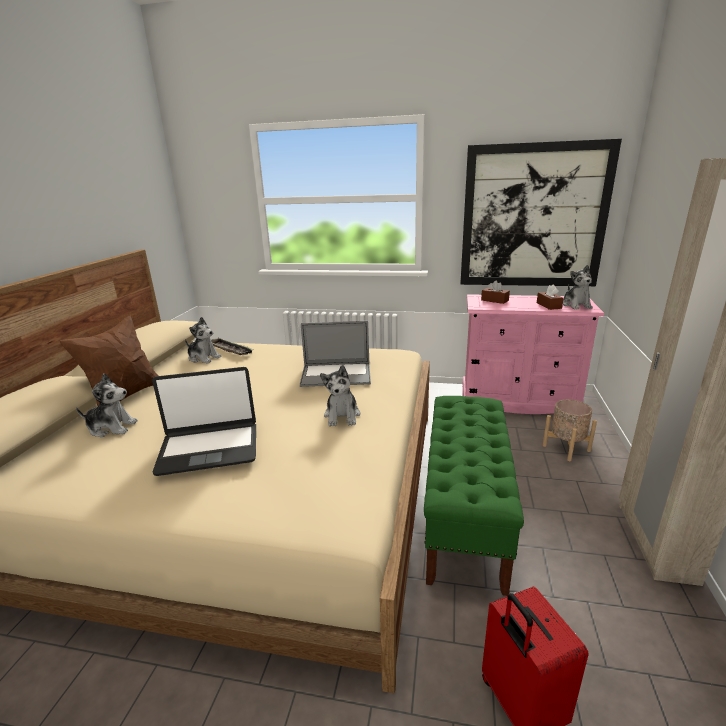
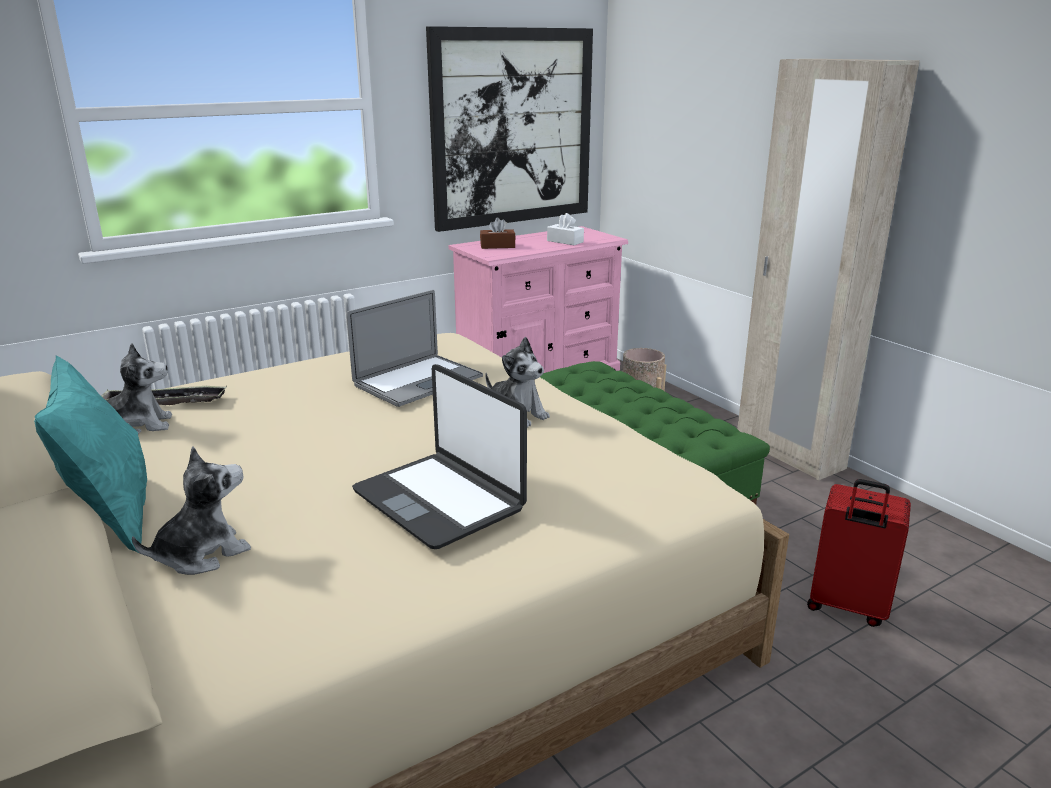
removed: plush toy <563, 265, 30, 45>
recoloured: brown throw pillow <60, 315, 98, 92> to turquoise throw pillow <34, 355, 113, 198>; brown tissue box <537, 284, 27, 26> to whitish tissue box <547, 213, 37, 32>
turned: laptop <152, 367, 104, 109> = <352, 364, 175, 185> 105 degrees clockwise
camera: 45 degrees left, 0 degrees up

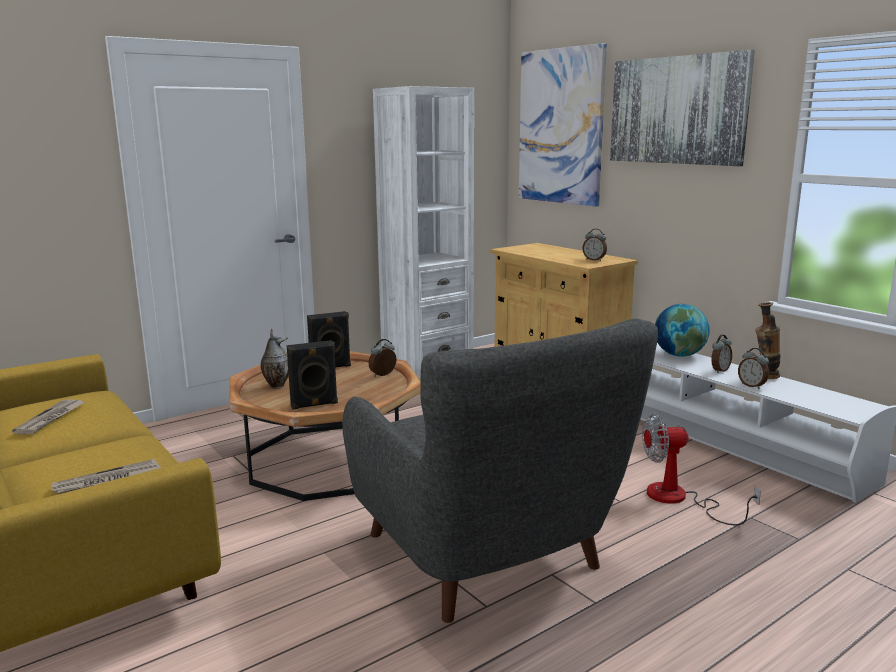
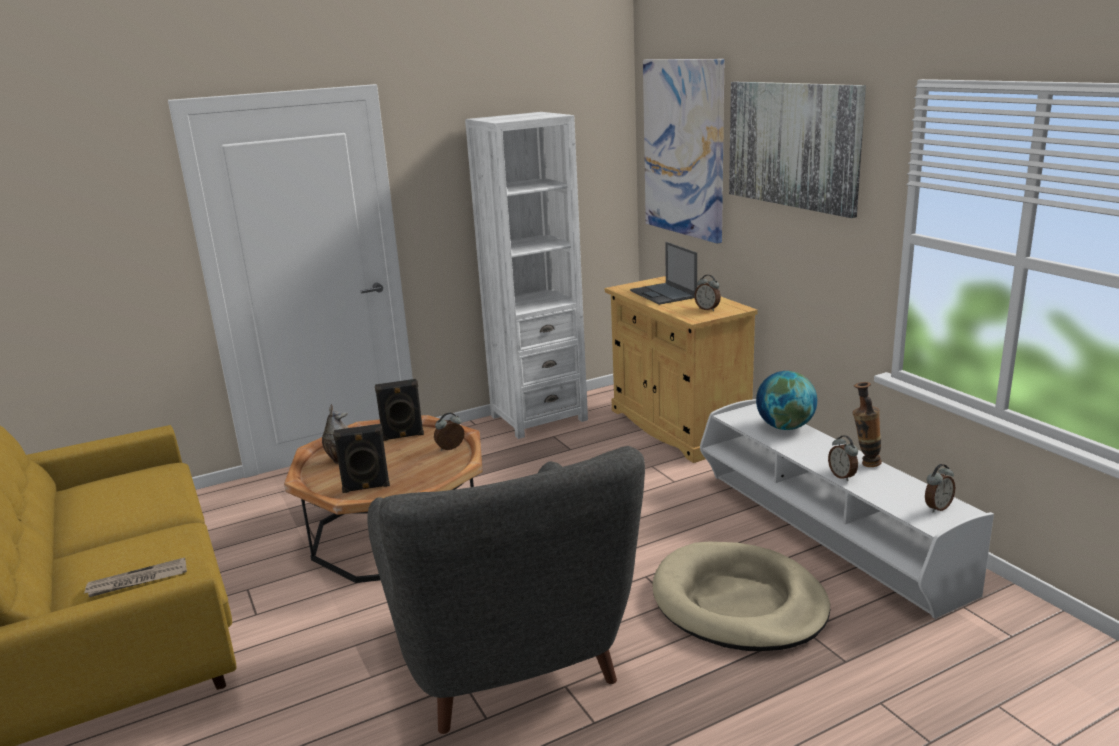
removed: newspaper <12, 399, 73, 35>
added: laptop <630, 242, 67, 63>
moved: table clock <711, 335, 21, 38> to <925, 464, 30, 49>
replaced: electric fan <642, 414, 119, 111> to beige pet bed <652, 542, 178, 109>
camera: 10 degrees right, 5 degrees up

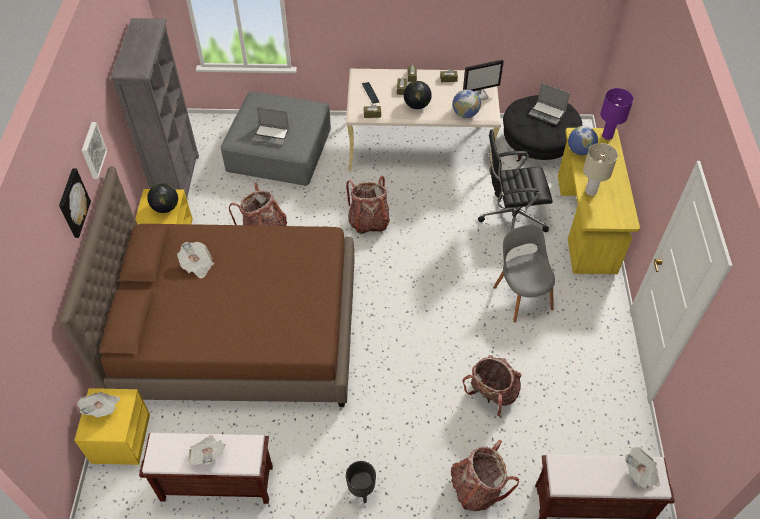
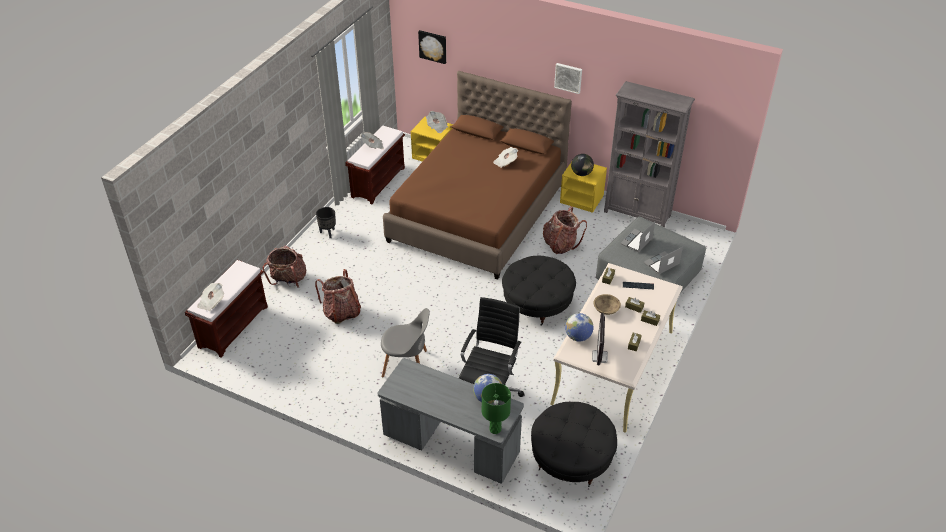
removed: beige lamp for a table <583, 143, 35, 53>
moved: wall picture <59, 168, 32, 70> to <418, 30, 28, 34>; laptop <529, 83, 41, 42> to <644, 247, 39, 28>
replaced: knapsack <346, 176, 44, 58> to blackish ottoman <502, 256, 74, 70>; globe <404, 81, 28, 28> to beige deep dish <593, 294, 28, 21>
recoloured: yellow desk table <558, 128, 82, 146> to greyish desk table <378, 358, 146, 126>; purple-coloured lamp for a table <600, 88, 34, 52> to green lamp for a table <482, 383, 29, 51>
camera: 115 degrees right, 10 degrees down

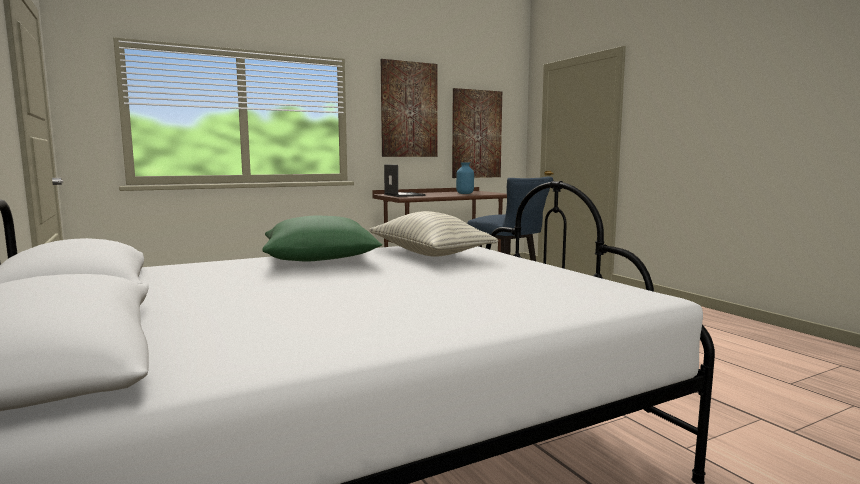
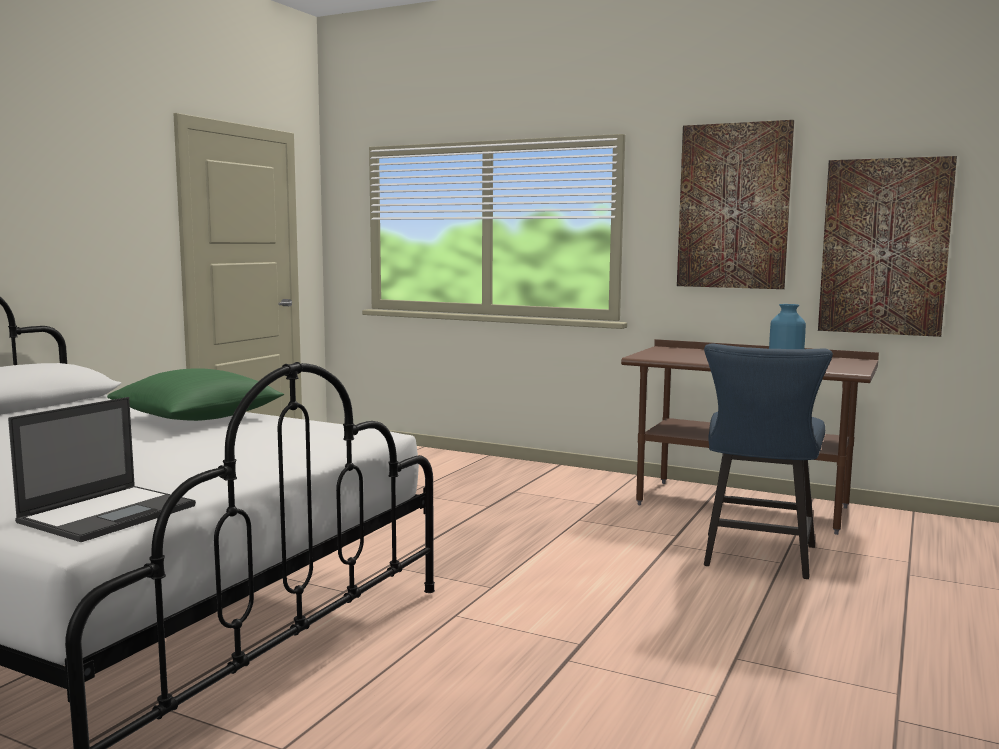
removed: throw pillow <369, 211, 129, 46>
moved: laptop <384, 164, 42, 33> to <8, 397, 188, 145>
camera: 55 degrees right, 0 degrees up

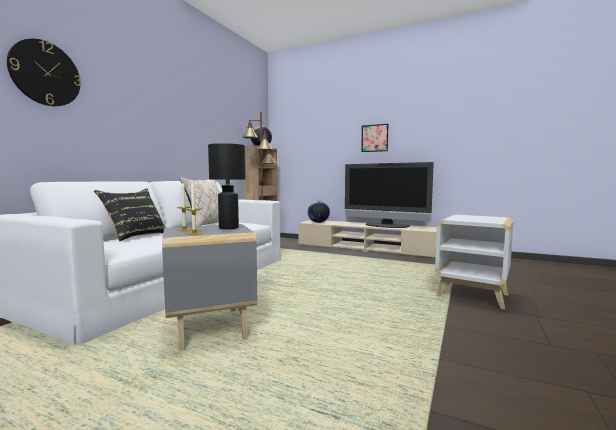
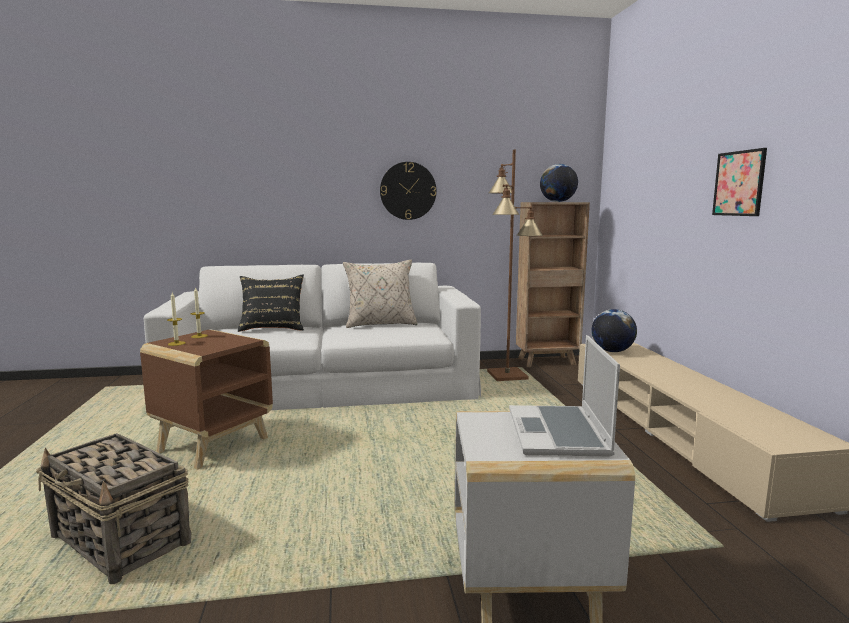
removed: blackish lamp for a table <208, 143, 38, 86>; TV set <345, 162, 89, 66>
added: household basket <36, 433, 155, 151>; laptop <509, 335, 111, 122>
moved: clock on the wall <7, 39, 74, 67> to <380, 162, 56, 58>
recoloured: greyish end table <162, 224, 95, 127> to brown end table <140, 330, 133, 140>
camera: 55 degrees right, 5 degrees up

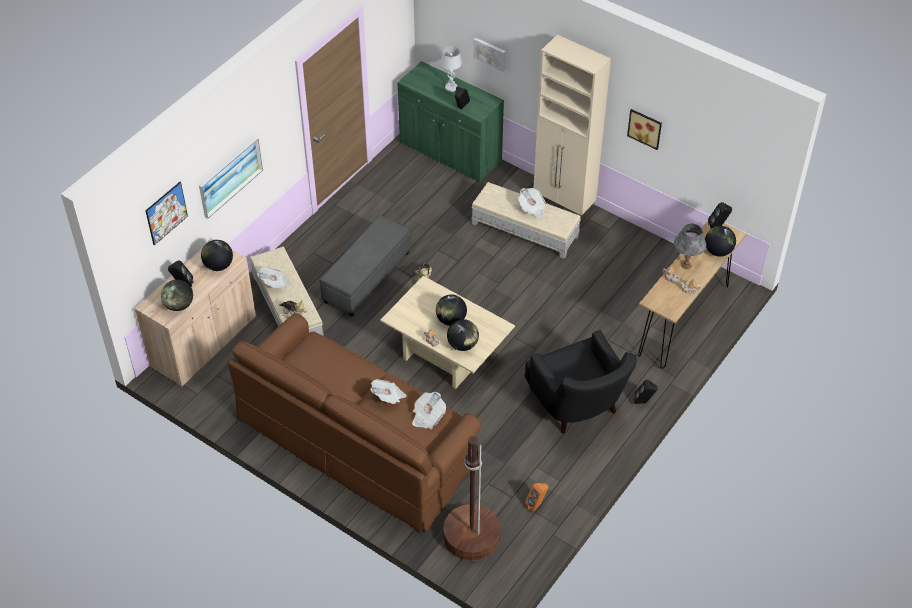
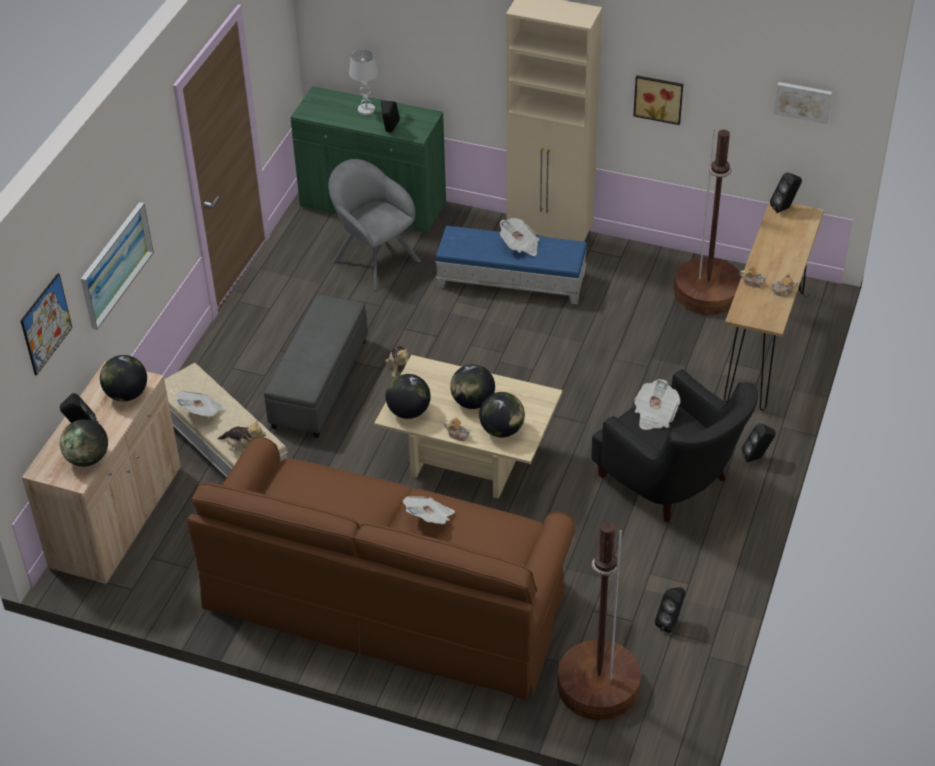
removed: greyish lamp for a table <674, 224, 32, 45>
added: greyish lounge chair <328, 159, 93, 132>; brown standard lamp <674, 130, 67, 185>
moved: newspaper <412, 392, 34, 37> to <634, 379, 46, 51>; wall picture <473, 38, 33, 34> to <774, 82, 58, 42>; globe <705, 226, 31, 31> to <386, 374, 45, 45>
recoloured: beige ottoman <471, 182, 110, 77> to blue-coloured ottoman <435, 226, 152, 79>; orange-coloured audio speaker <525, 483, 23, 29> to blackish audio speaker <655, 587, 30, 46>
camera: 15 degrees left, 5 degrees down

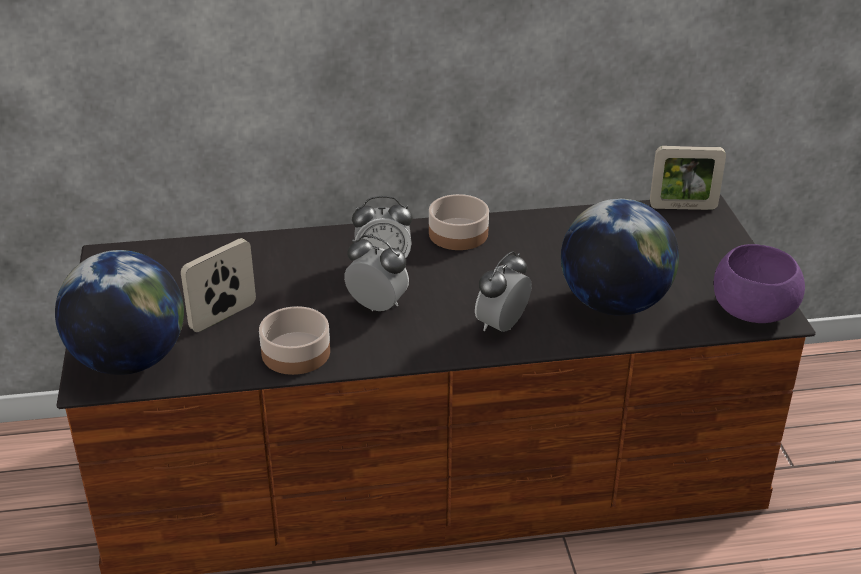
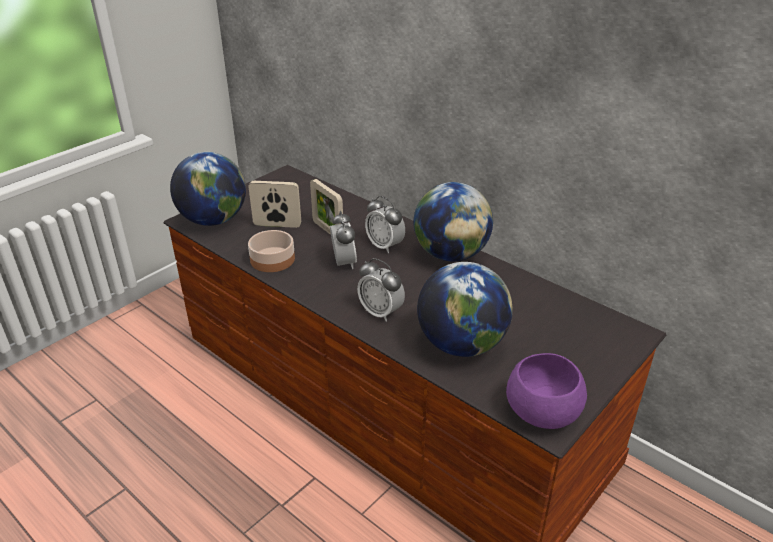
moved: standing frame <650, 146, 76, 64> to <310, 179, 33, 56>
replaced: deep dish <429, 194, 60, 56> to globe <413, 182, 80, 80>
turned: table clock <475, 251, 57, 81> = <357, 258, 48, 64> 135 degrees counterclockwise
camera: 50 degrees right, 0 degrees up

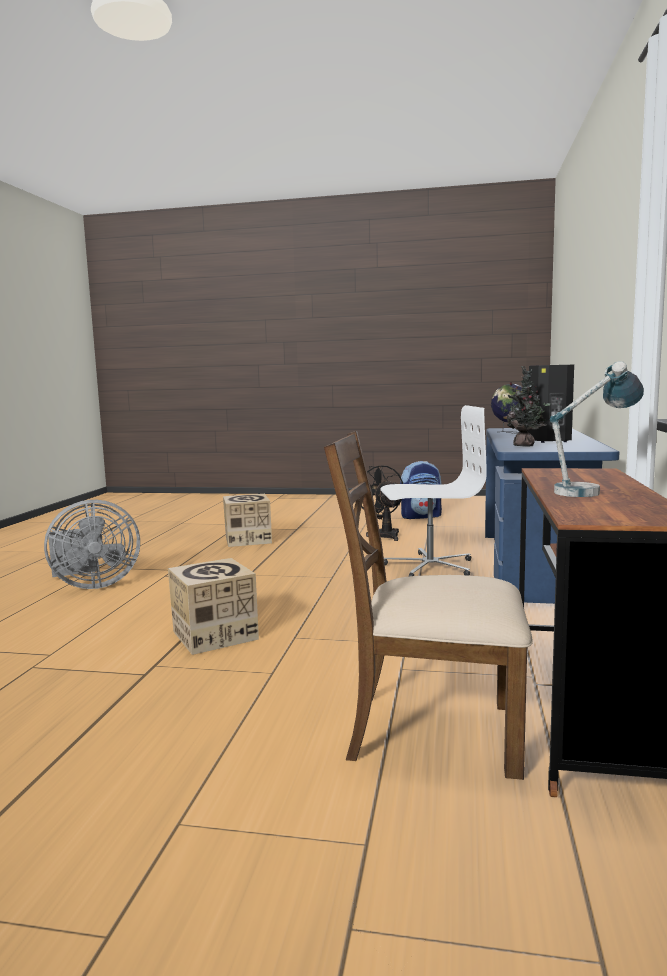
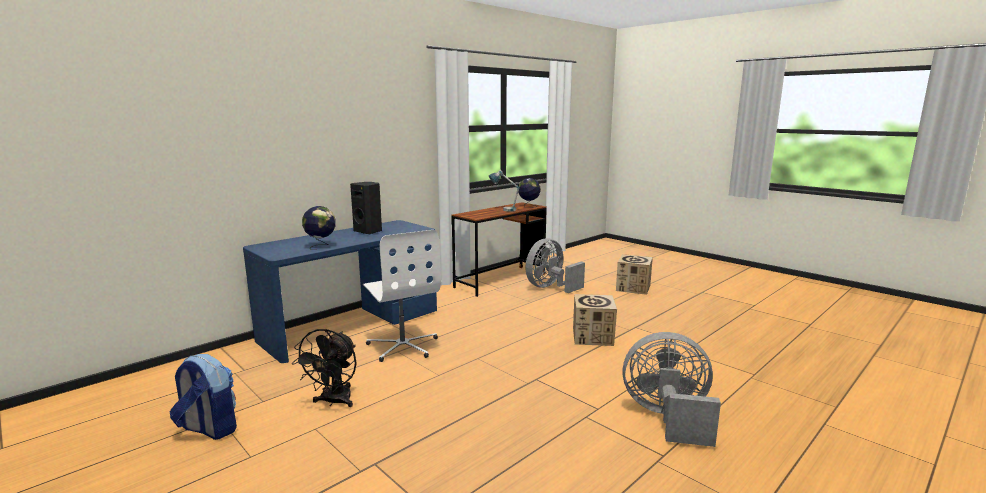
removed: plant in a pot <507, 366, 43, 81>
added: globe <518, 178, 23, 30>
moved: carton <223, 494, 49, 53> to <616, 254, 37, 41>
replaced: brown upright chair <324, 431, 209, 349> to greyish electric fan <525, 238, 60, 55>
turned: whitish computer chair <381, 405, 106, 171> = <363, 230, 78, 132> 150 degrees counterclockwise
camera: 145 degrees left, 5 degrees up

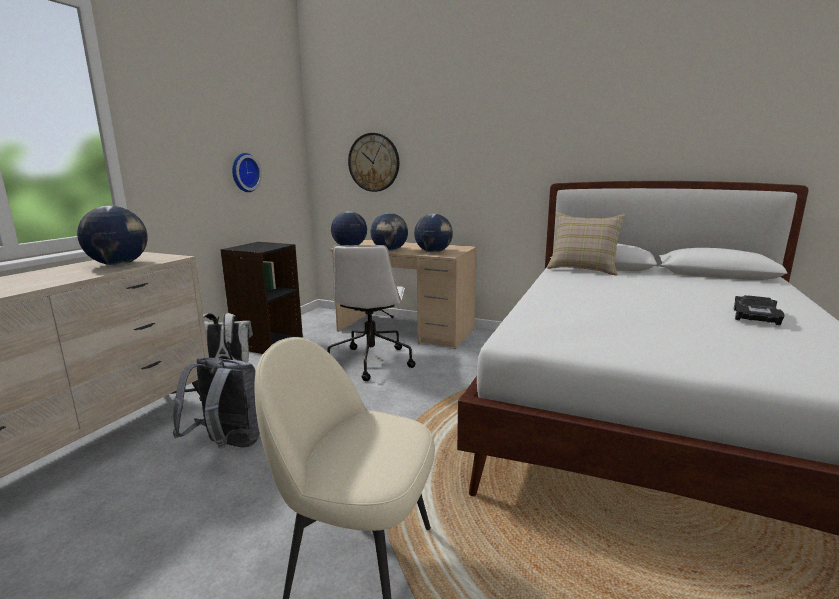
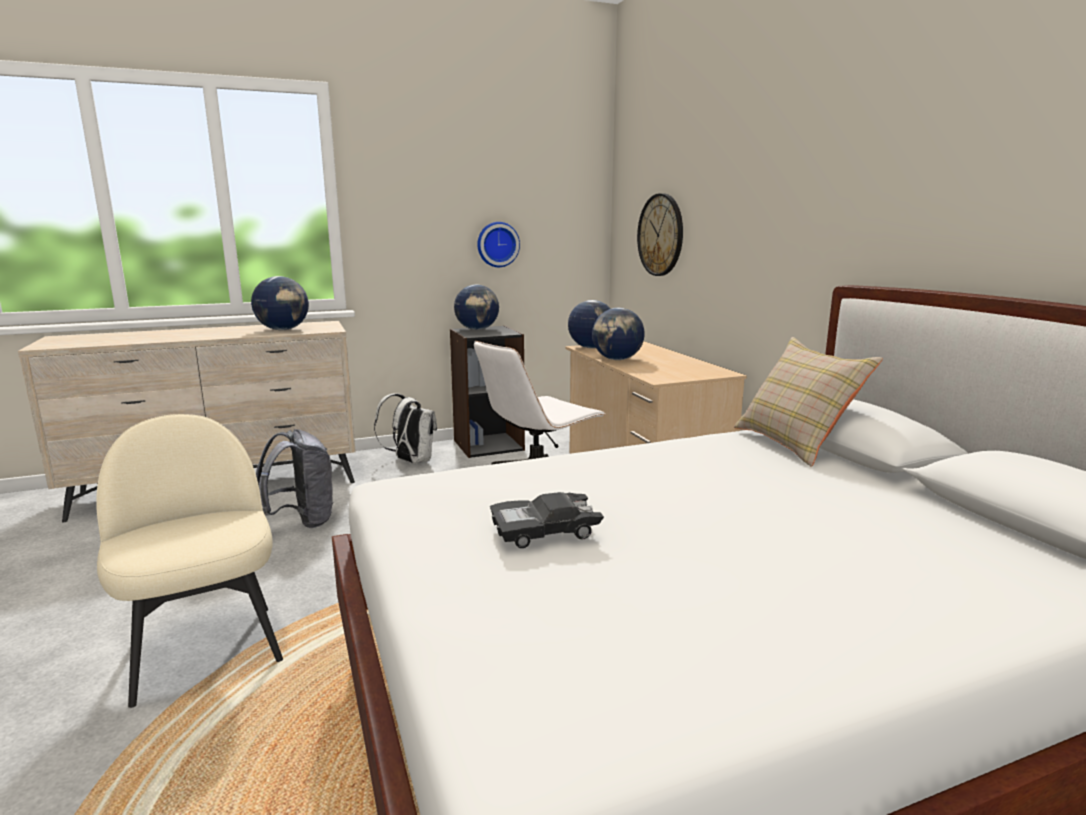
moved: globe <414, 214, 39, 39> to <454, 285, 45, 45>; blackish miniature car <734, 295, 51, 30> to <490, 492, 114, 56>
camera: 45 degrees right, 0 degrees up

